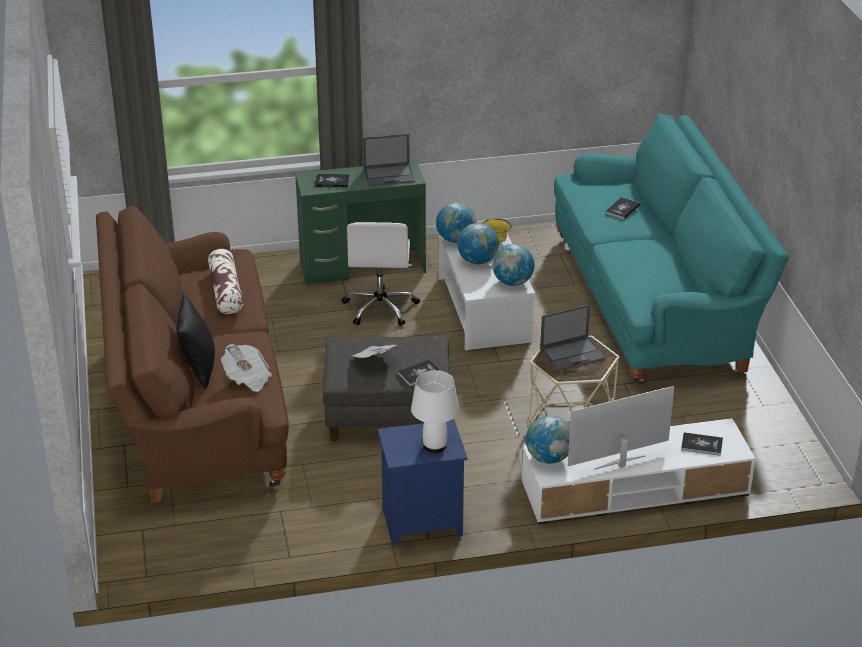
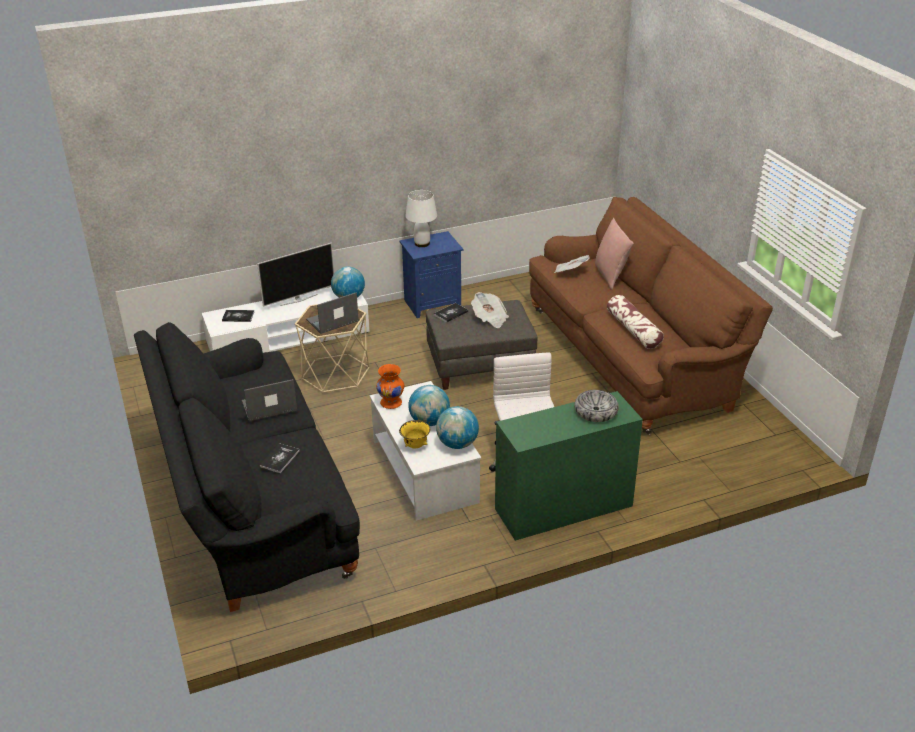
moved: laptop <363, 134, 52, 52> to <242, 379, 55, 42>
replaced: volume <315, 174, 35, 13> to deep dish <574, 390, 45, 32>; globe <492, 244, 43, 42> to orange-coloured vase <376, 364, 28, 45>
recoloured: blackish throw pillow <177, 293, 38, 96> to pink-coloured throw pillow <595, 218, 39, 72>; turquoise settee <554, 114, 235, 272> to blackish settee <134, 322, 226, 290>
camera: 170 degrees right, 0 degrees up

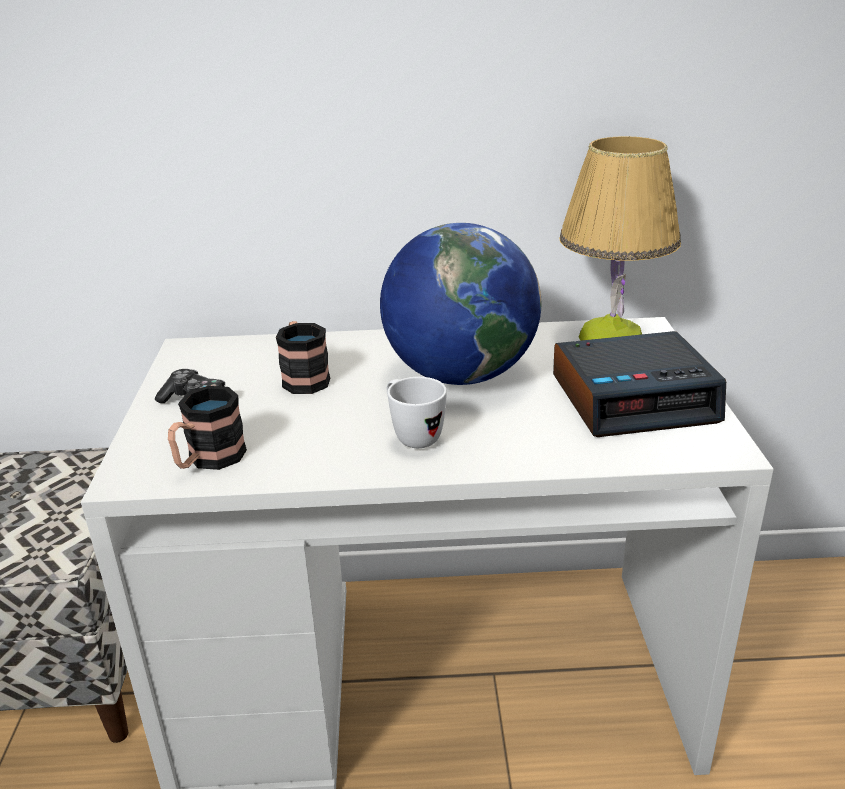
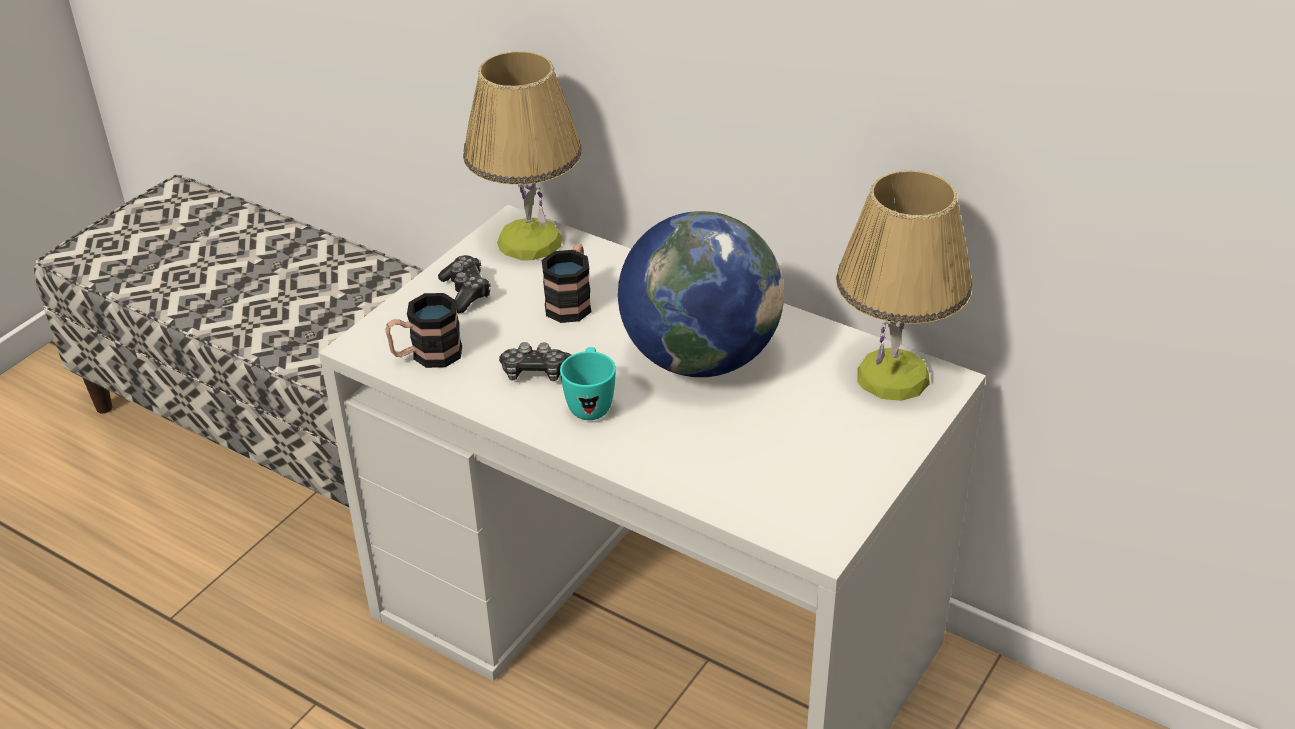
removed: table clock <553, 331, 173, 106>
added: lamp for a table <463, 51, 119, 210>; gamepad <499, 342, 72, 39>
recoloured: whitish mug <387, 377, 60, 71> to turquoise mug <560, 347, 56, 73>
camera: 35 degrees right, 10 degrees up

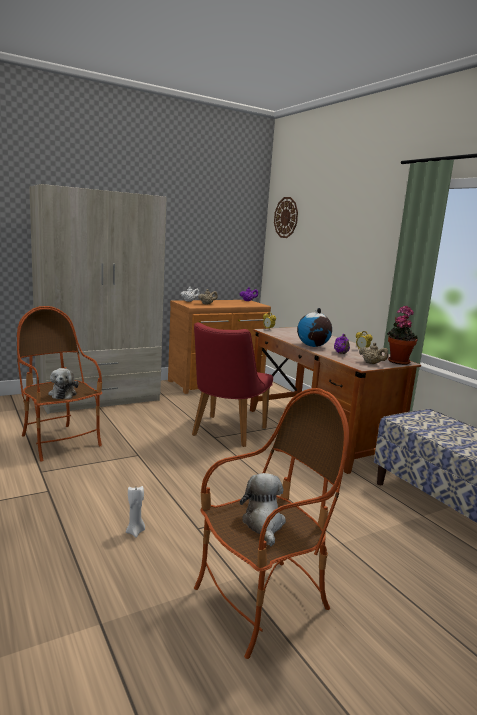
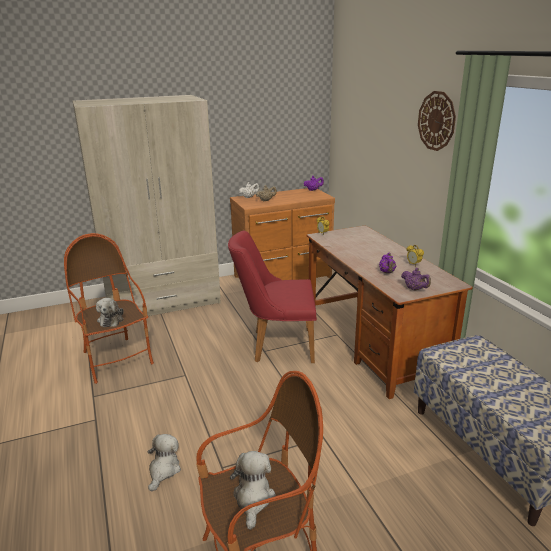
removed: globe <297, 308, 35, 39>; plant in a pot <387, 305, 31, 60>
moved: clock on the wall <274, 197, 24, 41> to <418, 91, 38, 60>
replaced: whitish candle <126, 486, 19, 52> to plush toy <148, 434, 33, 58>
recoloured: beige pot for tea <359, 343, 30, 21> to purple-coloured pot for tea <401, 268, 30, 22>
turned: reddish upright chair <192, 322, 81, 125> = <228, 231, 89, 132> 60 degrees clockwise
camera: 10 degrees right, 10 degrees up

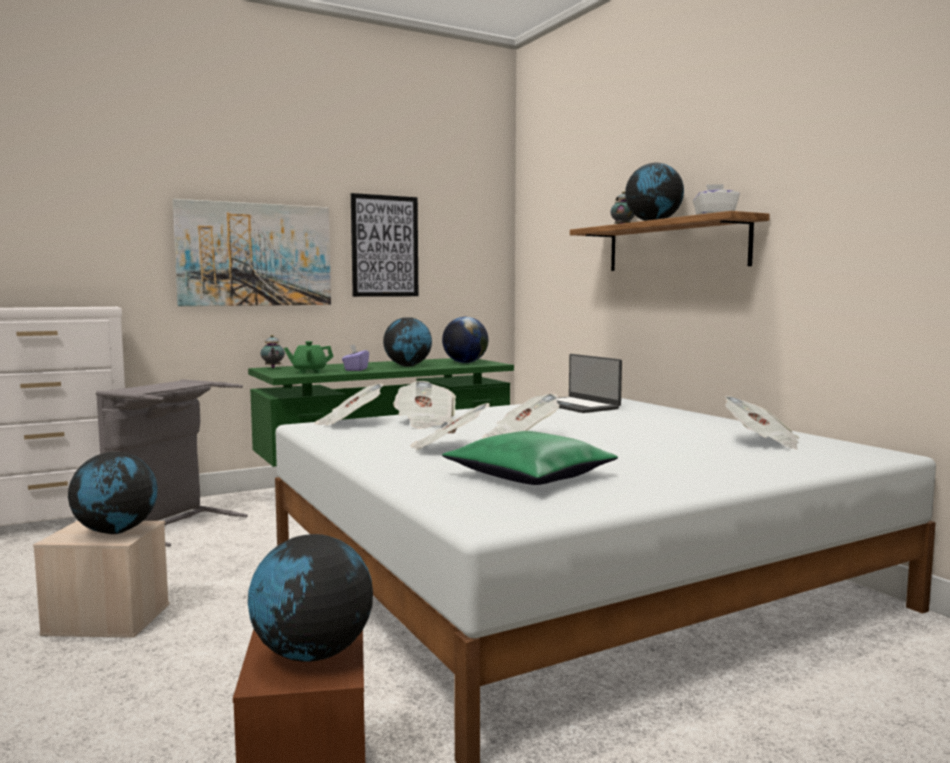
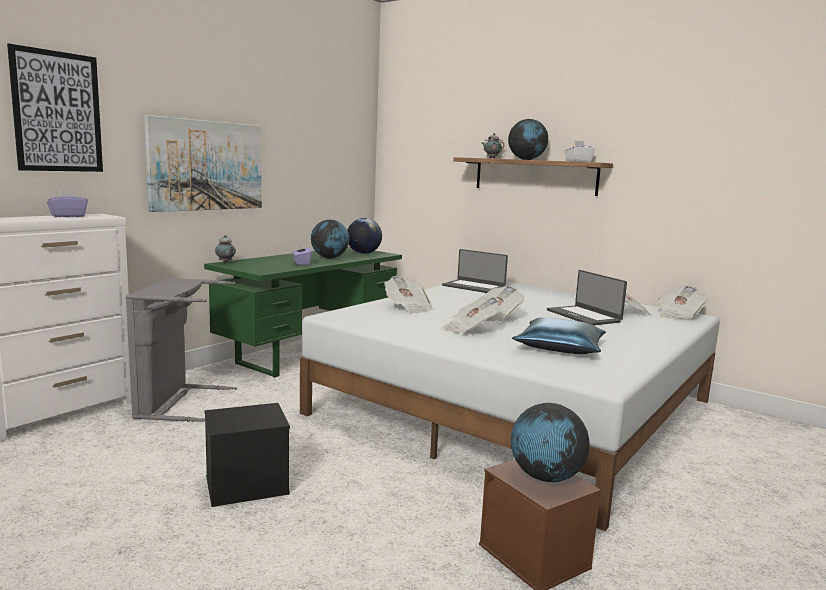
removed: globe <68, 452, 89, 82>; green pot for tea <284, 341, 50, 32>
added: purple-coloured tissue box <47, 190, 41, 27>; laptop <547, 270, 80, 55>
moved: newspaper <314, 383, 70, 42> to <658, 286, 50, 33>; wall picture <351, 193, 67, 104> to <7, 44, 96, 128>
recoloured: beige storage container <33, 520, 137, 118> to blackish storage container <204, 403, 86, 104>; green throw pillow <442, 431, 176, 54> to blue-coloured throw pillow <512, 317, 94, 37>
camera: 25 degrees left, 5 degrees up

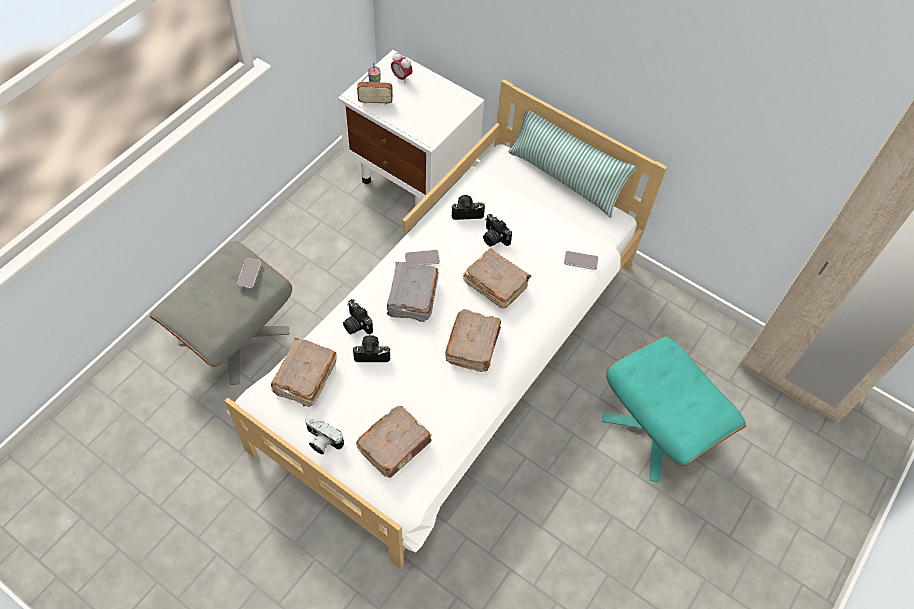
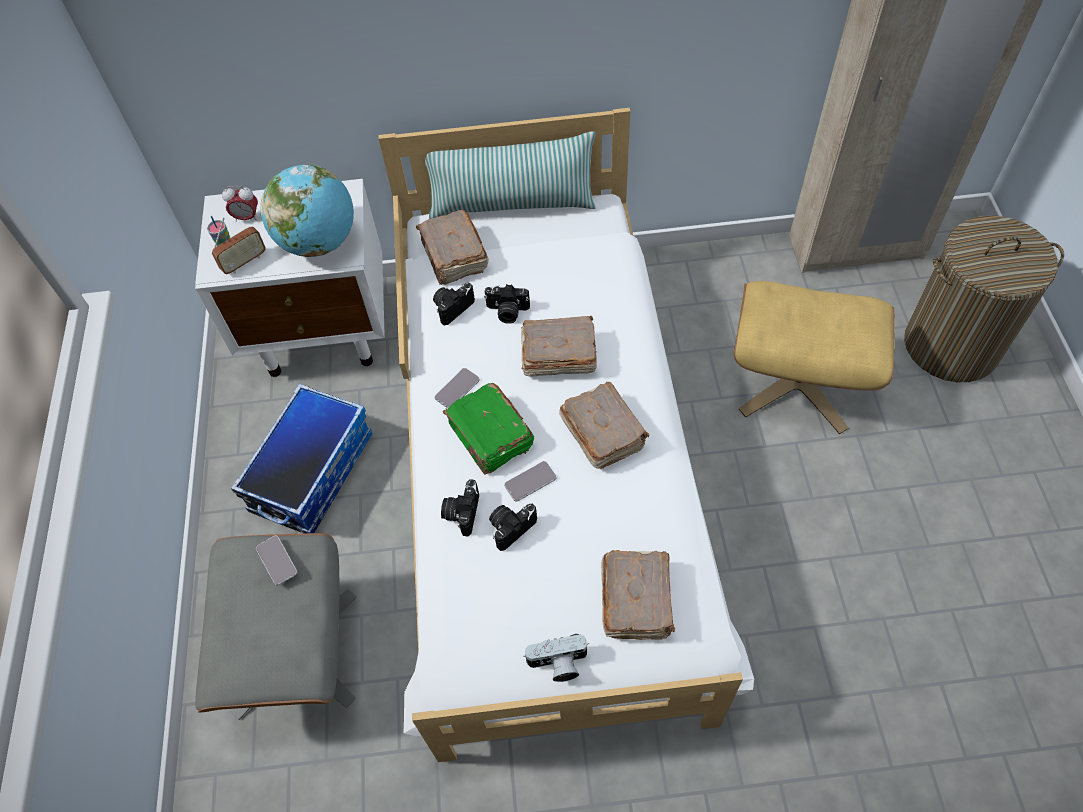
added: storage container <231, 384, 141, 149>; globe <260, 165, 94, 92>; washing basket <904, 215, 160, 167>
moved: brown volume <271, 338, 66, 69> to <416, 210, 73, 75>; telephone <564, 251, 34, 19> to <504, 461, 52, 40>
recoloured: greyish volume <387, 262, 52, 60> to green volume <443, 383, 91, 91>; turquoise ottoman <602, 336, 144, 146> to beige ottoman <734, 281, 160, 153>
turned: still camera <343, 299, 30, 36> = <441, 479, 38, 57> 90 degrees clockwise
camera: 35 degrees left, 0 degrees up

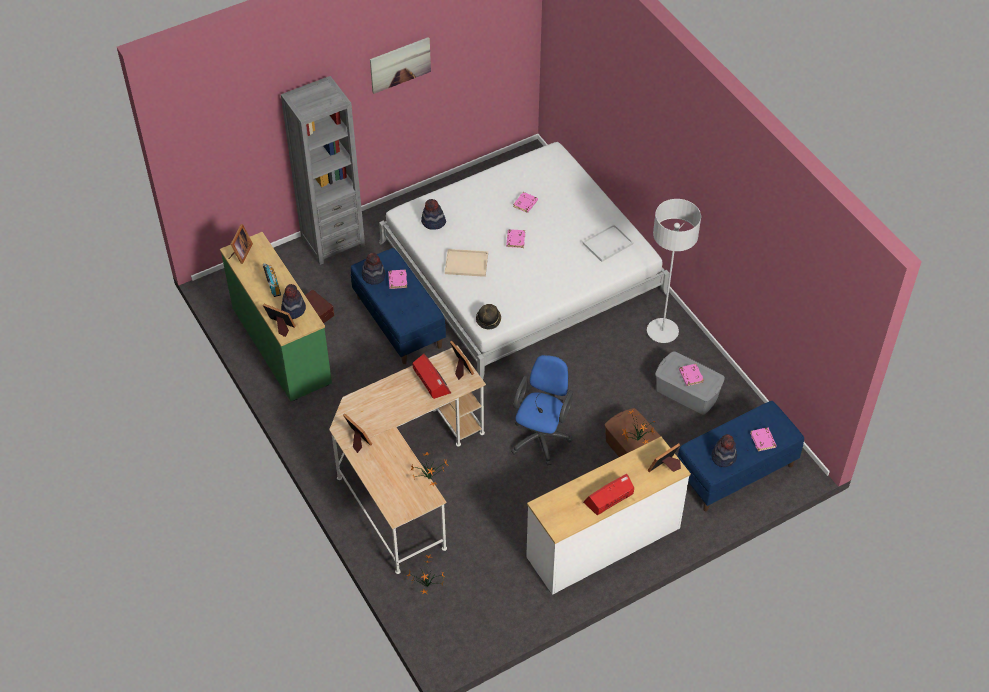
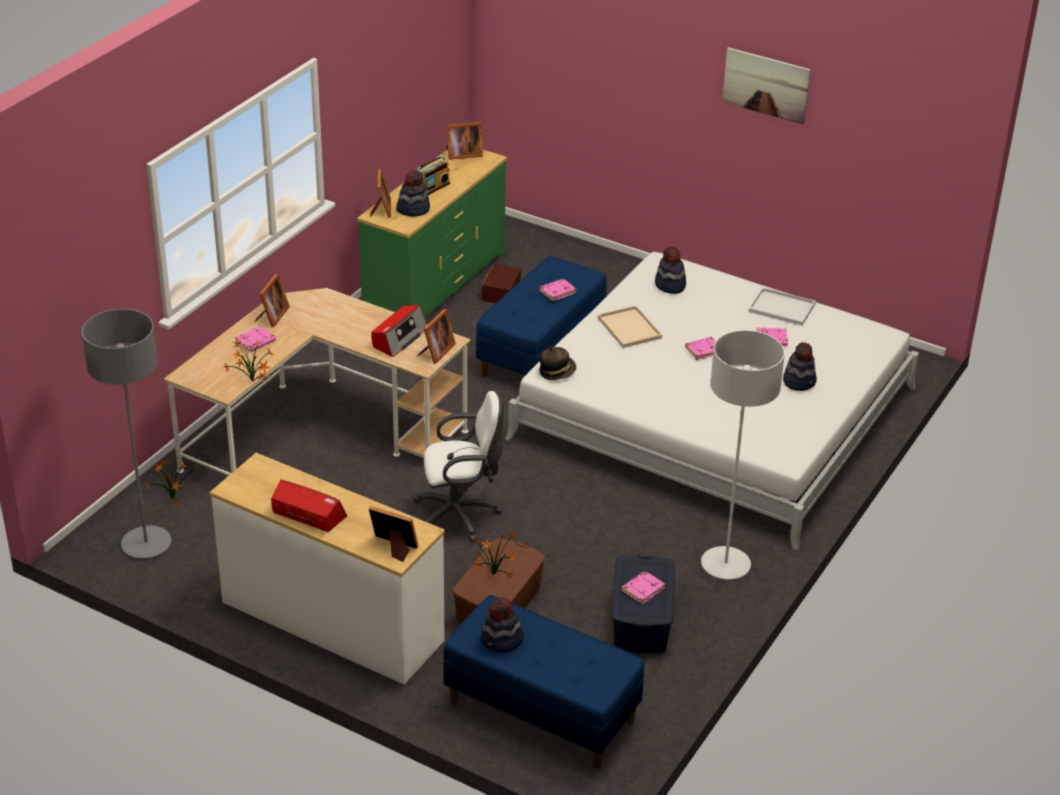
removed: greyish shelving unit <281, 76, 84, 189>
added: greyish standard lamp <82, 309, 89, 249>
moved: clothing hat <362, 253, 23, 32> to <783, 342, 34, 49>; whitish carrying tray <582, 224, 52, 38> to <749, 287, 67, 39>; pink-coloured volume <750, 427, 27, 24> to <235, 326, 41, 26>
recoloured: blue-coloured computer chair <511, 355, 62, 111> to whitish computer chair <413, 391, 91, 151>; greyish storage container <655, 351, 70, 64> to blue-coloured storage container <612, 555, 63, 98>
camera: 60 degrees right, 15 degrees down

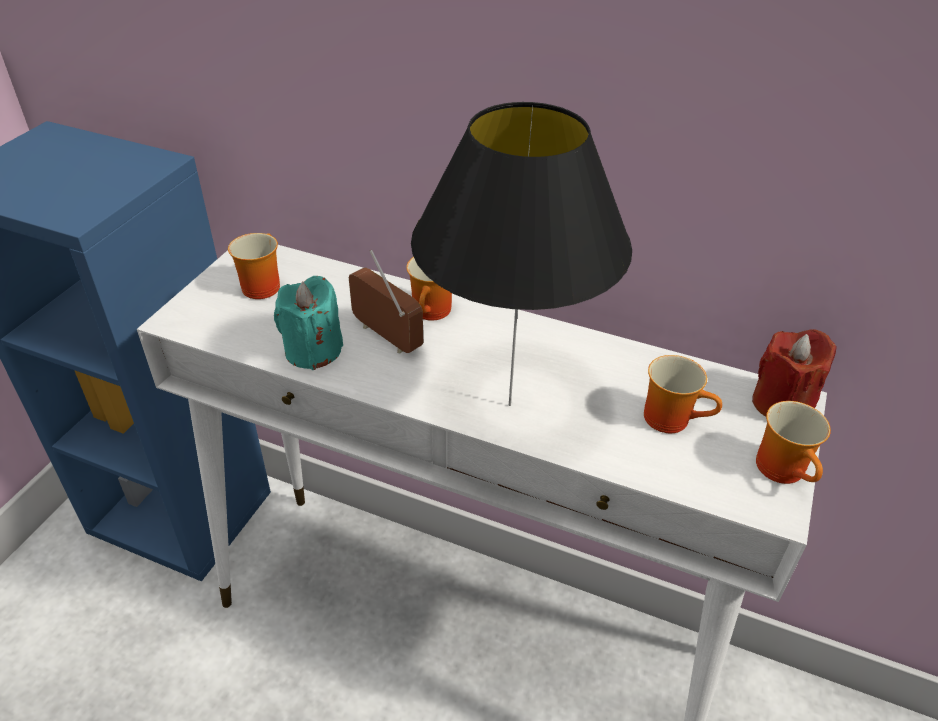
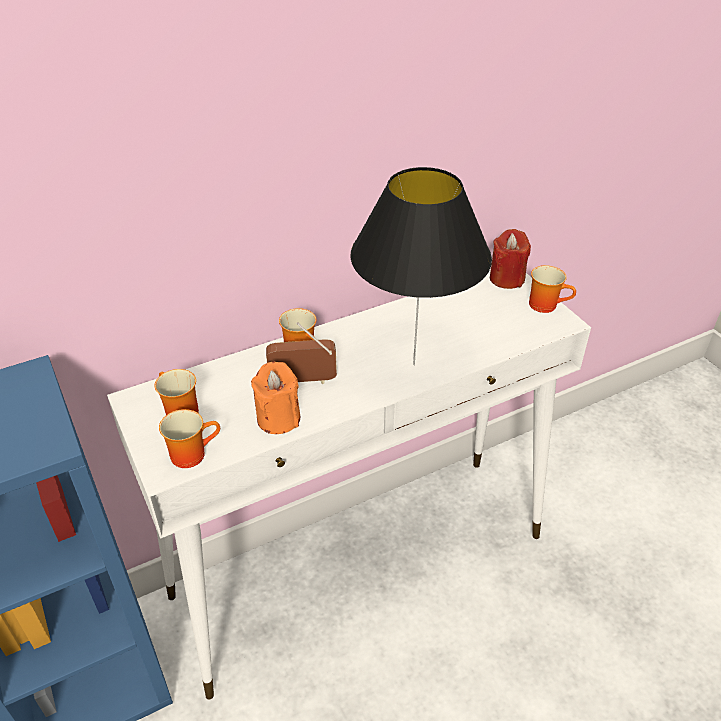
moved: mug <644, 355, 78, 78> to <159, 409, 61, 59>
recoloured: turquoise candle <274, 276, 69, 94> to orange-coloured candle <251, 361, 49, 73>
camera: 50 degrees left, 0 degrees up

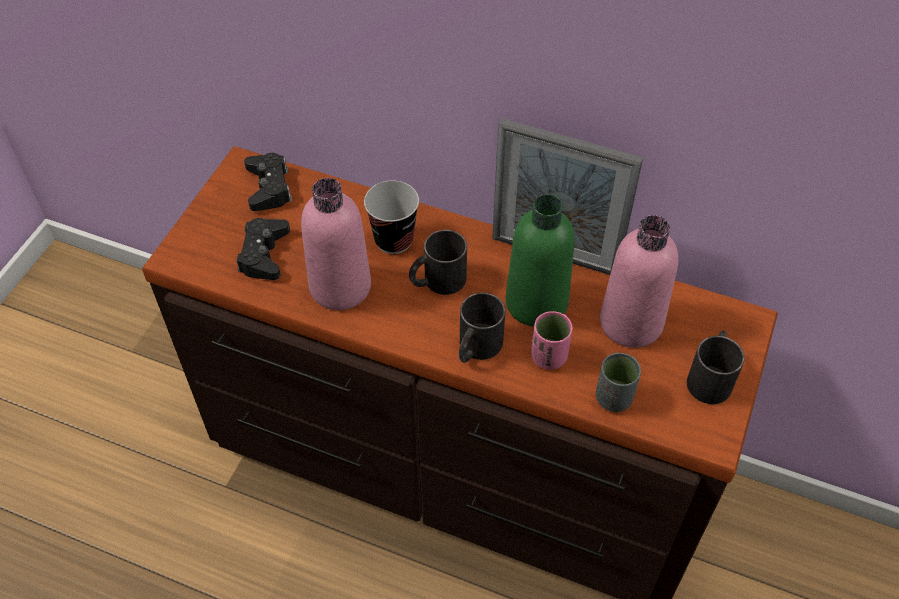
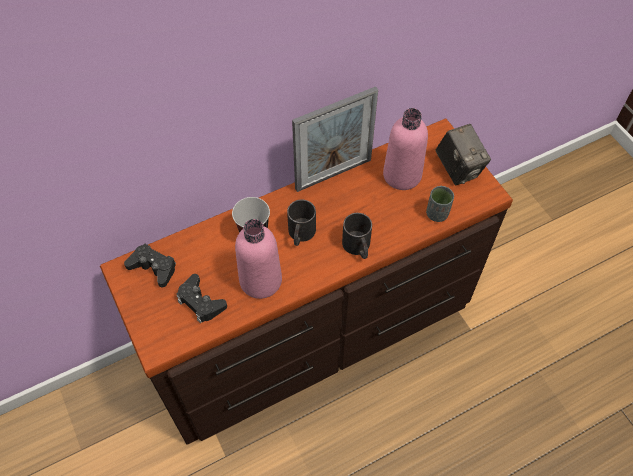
removed: green beverage bottle <506, 194, 69, 133>; pink-coloured small cup <531, 311, 42, 59>
replaced: blackish mug <687, 331, 58, 73> to still camera <435, 124, 56, 61>
camera: 50 degrees left, 5 degrees up

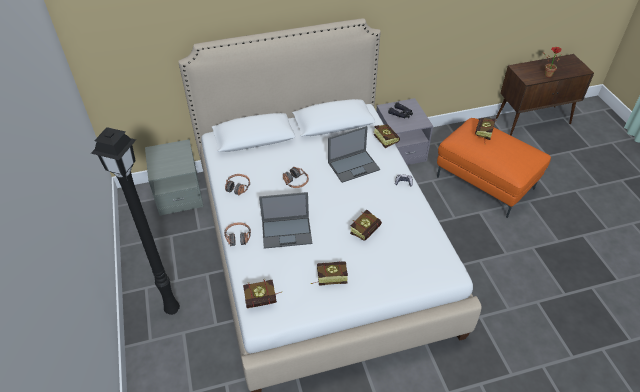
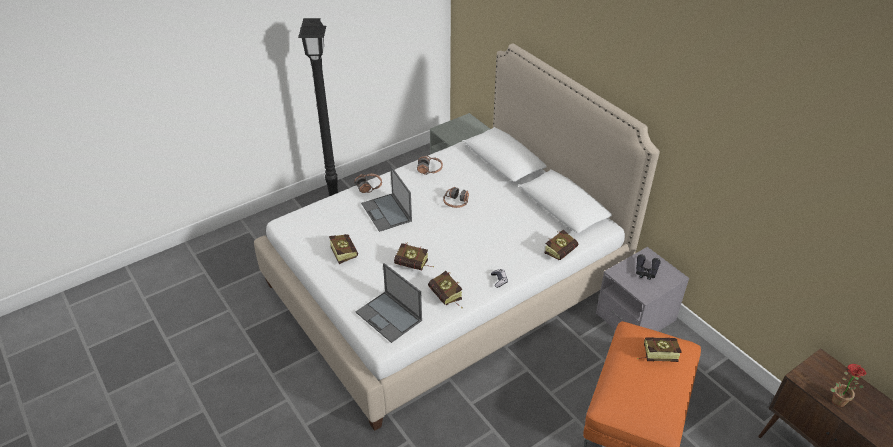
moved: volume <243, 280, 39, 28> to <428, 271, 35, 38>; laptop <328, 126, 52, 57> to <355, 263, 67, 80>
camera: 70 degrees right, 5 degrees down

